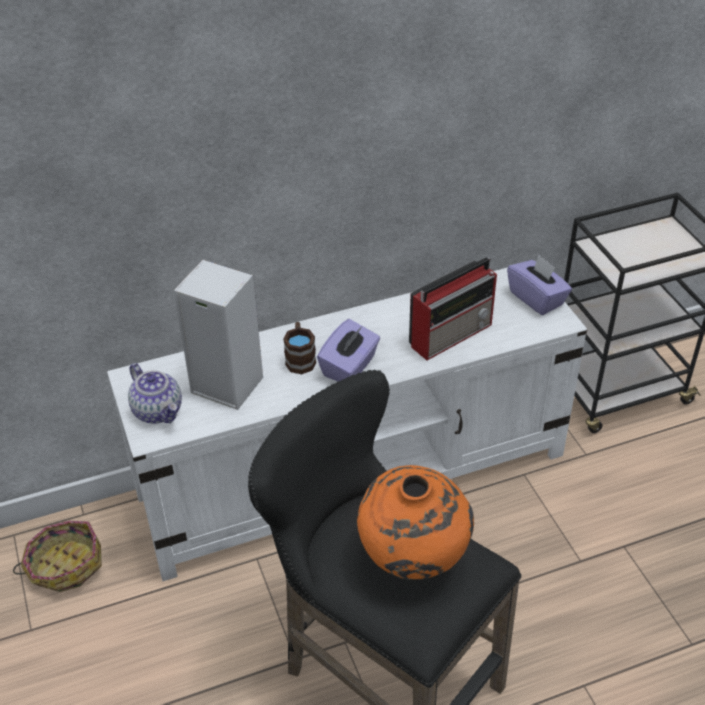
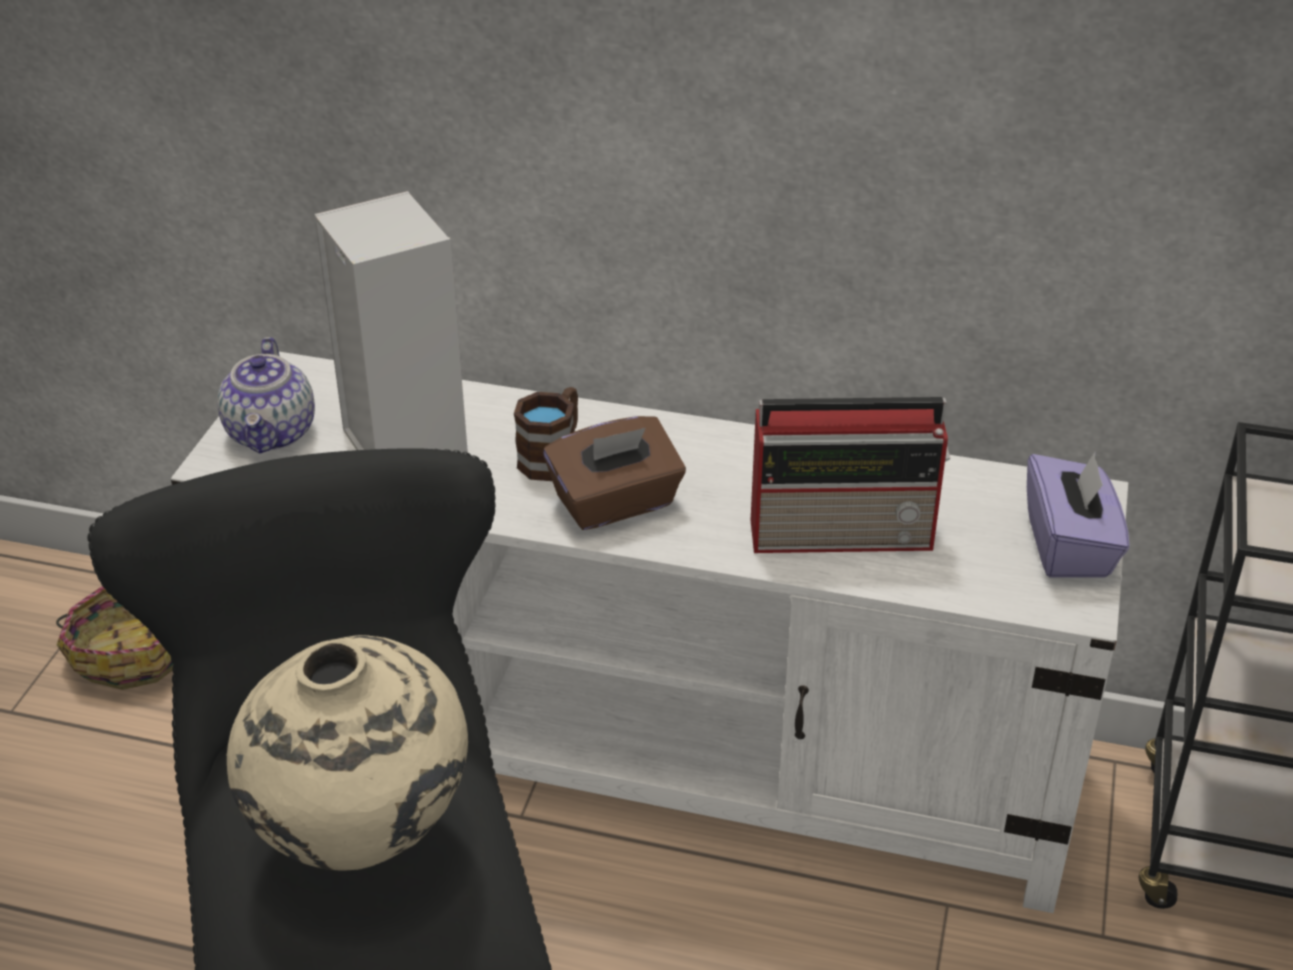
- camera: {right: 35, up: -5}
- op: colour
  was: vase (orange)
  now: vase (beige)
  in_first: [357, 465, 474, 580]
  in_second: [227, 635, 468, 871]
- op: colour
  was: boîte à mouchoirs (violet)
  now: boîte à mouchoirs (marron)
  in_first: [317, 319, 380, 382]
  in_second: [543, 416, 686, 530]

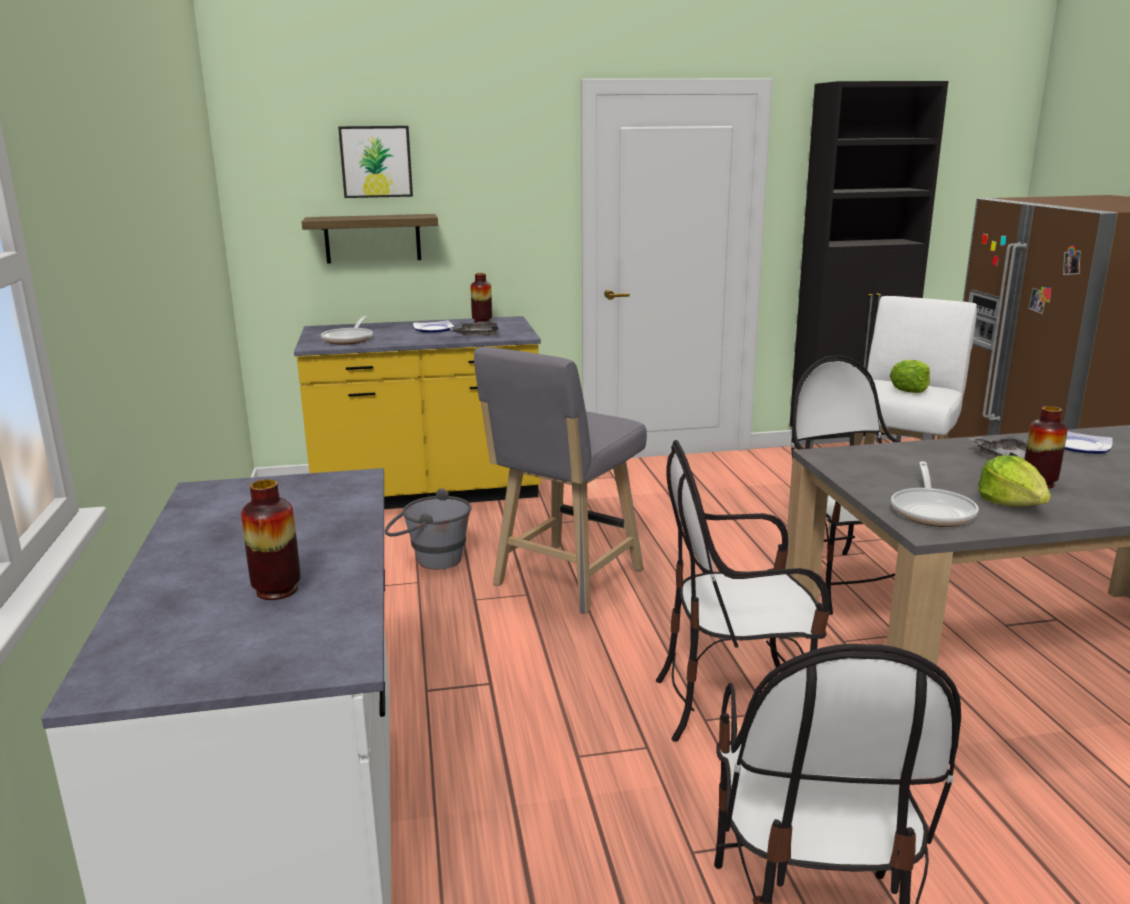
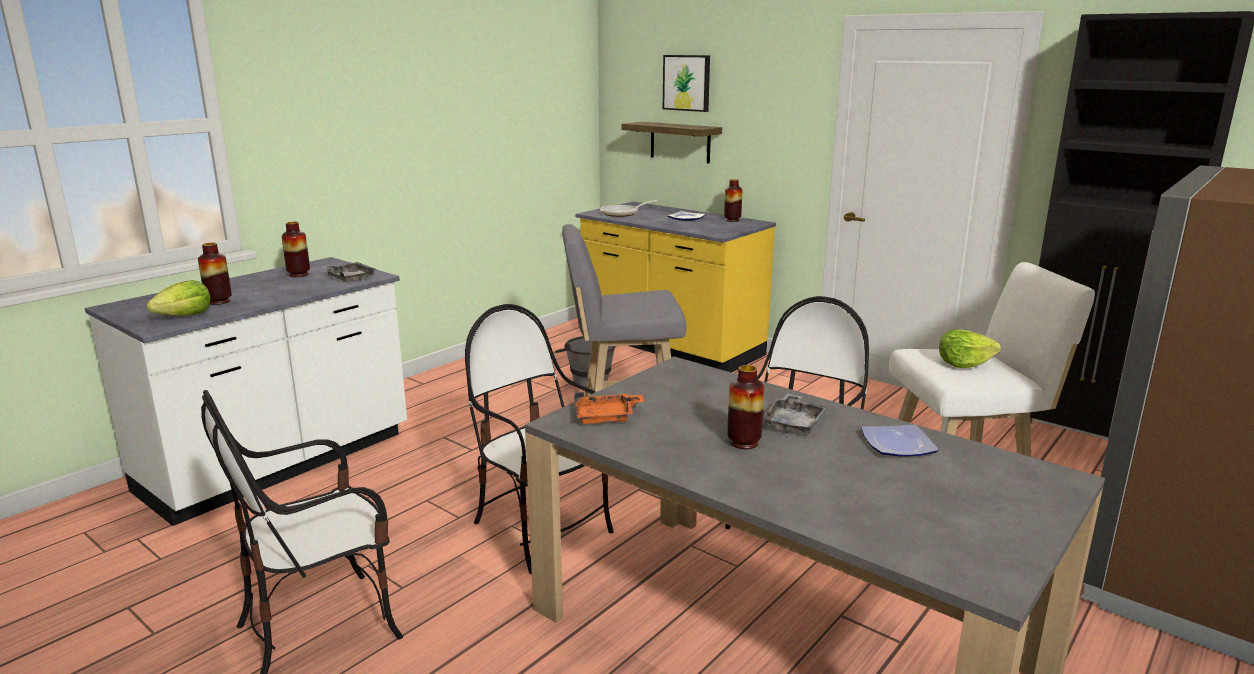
- camera: {right: 50, up: 0}
- op: relocated
  was: laitue
  in_first: [978, 455, 1051, 507]
  in_second: [146, 280, 210, 316]
- op: appeared
  now: vase
  in_second: [282, 222, 310, 277]
- op: relocated
  was: plateau (gris)
  in_first: [450, 322, 499, 336]
  in_second: [323, 262, 377, 282]
- op: exchanged
  was: poêle
  now: plateau (orange)
  in_first: [891, 461, 979, 527]
  in_second: [574, 392, 644, 424]

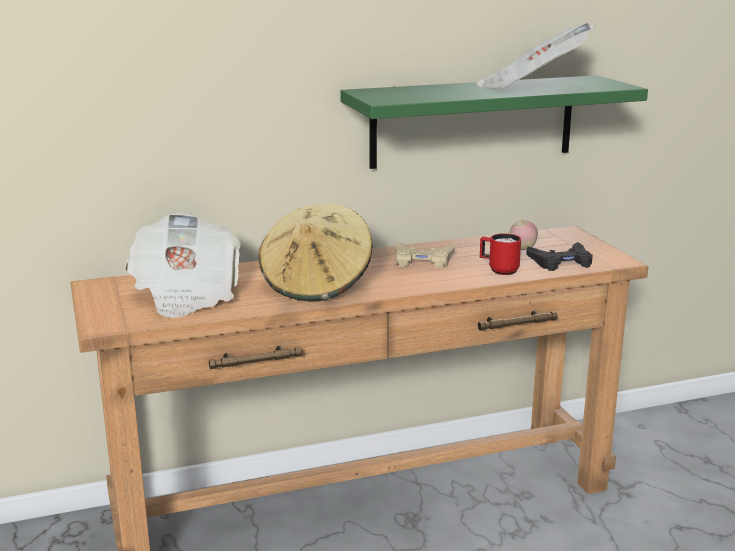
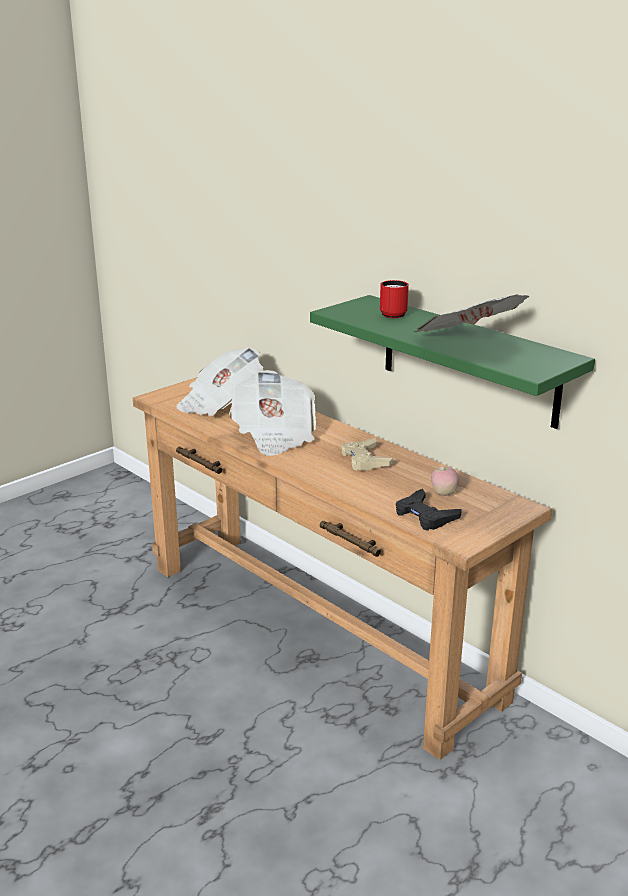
- camera: {right: 65, up: 5}
- op: exchanged
  was: chapeau (beige)
  now: journal
  in_first: [259, 204, 373, 302]
  in_second: [229, 370, 316, 456]
- op: relocated
  was: mug (rouge)
  in_first: [480, 233, 521, 275]
  in_second: [380, 280, 409, 318]

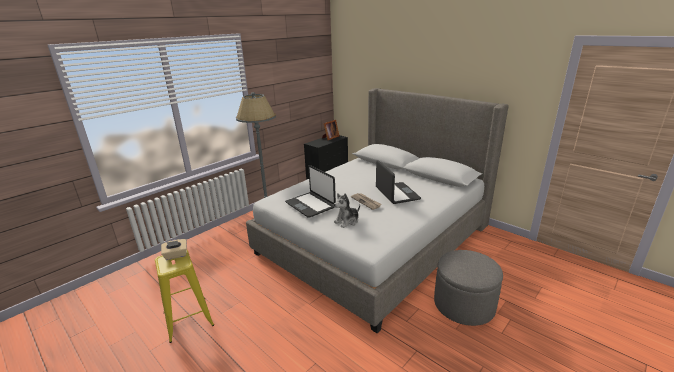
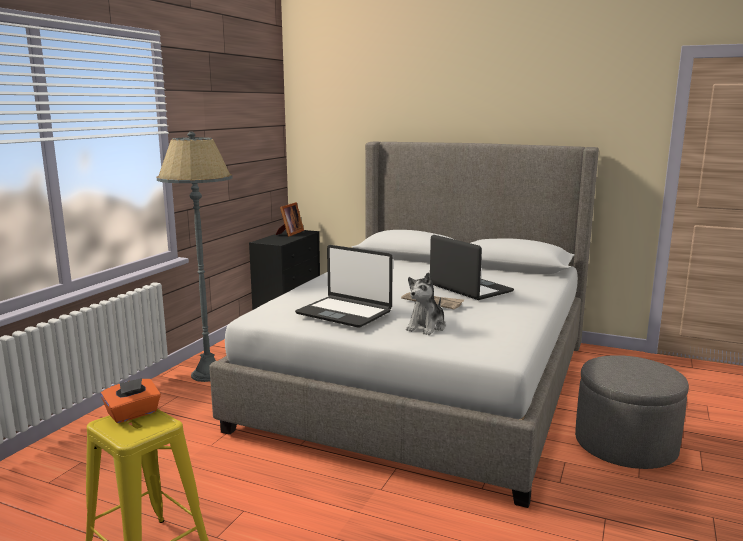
- camera: {right: -20, up: -10}
- op: colour
  was: boîte à mouchoirs (beige)
  now: boîte à mouchoirs (orange)
  in_first: [161, 239, 187, 260]
  in_second: [101, 378, 161, 423]

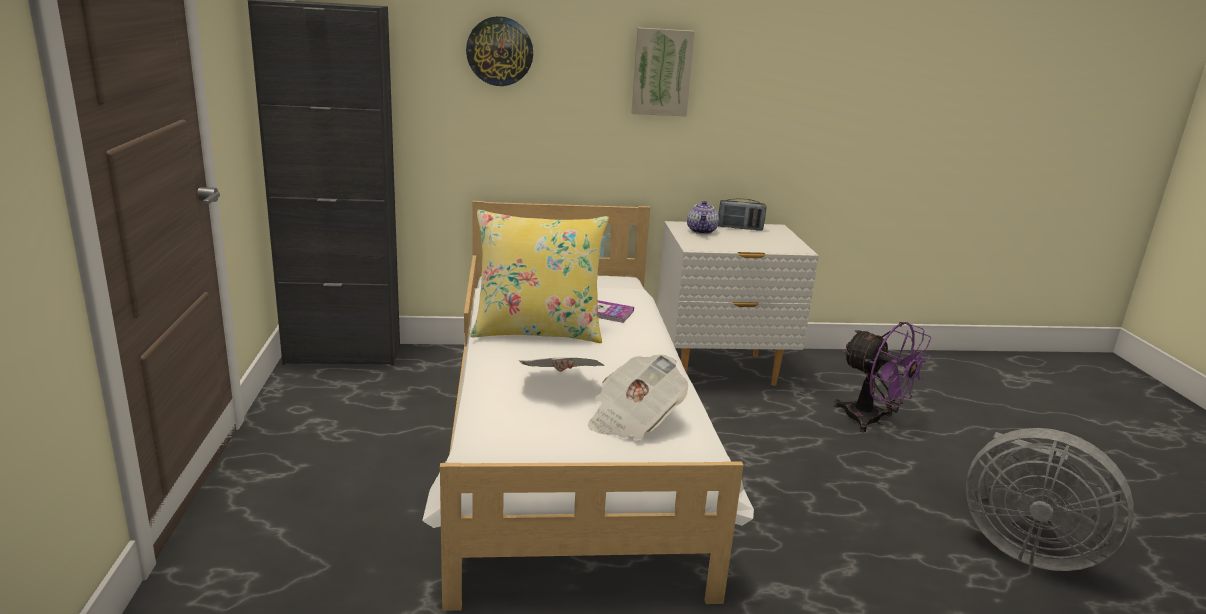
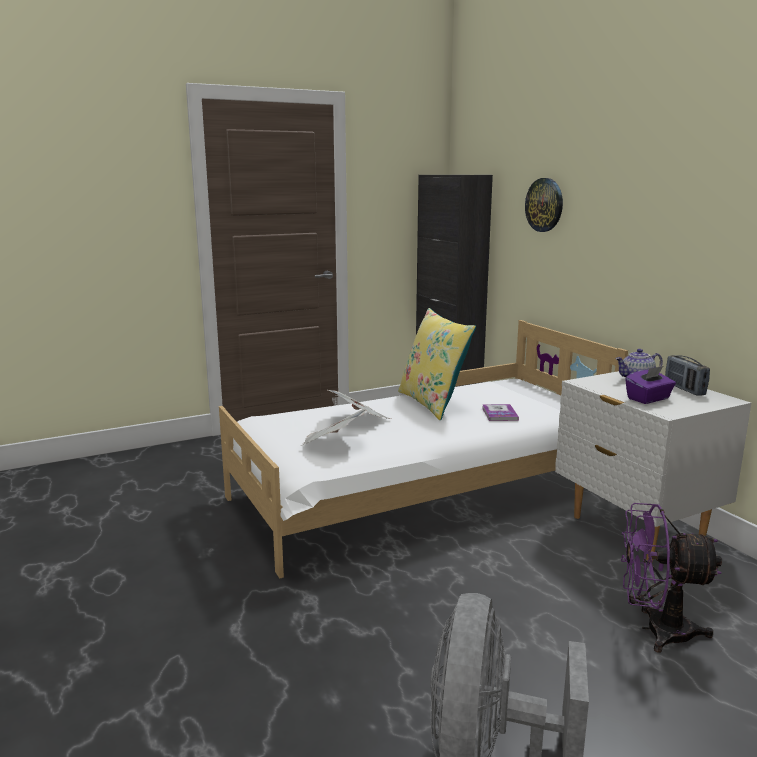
- camera: {right: 70, up: -5}
- op: spun
  was: ventilateur (violet)
  in_first: [834, 322, 931, 433]
  in_second: [621, 503, 722, 653]
  clockwise: 75
- op: appeared
  now: boîte à mouchoirs (violet)
  in_second: [625, 366, 676, 404]
- op: missing
  was: tableau
  in_first: [631, 28, 695, 117]

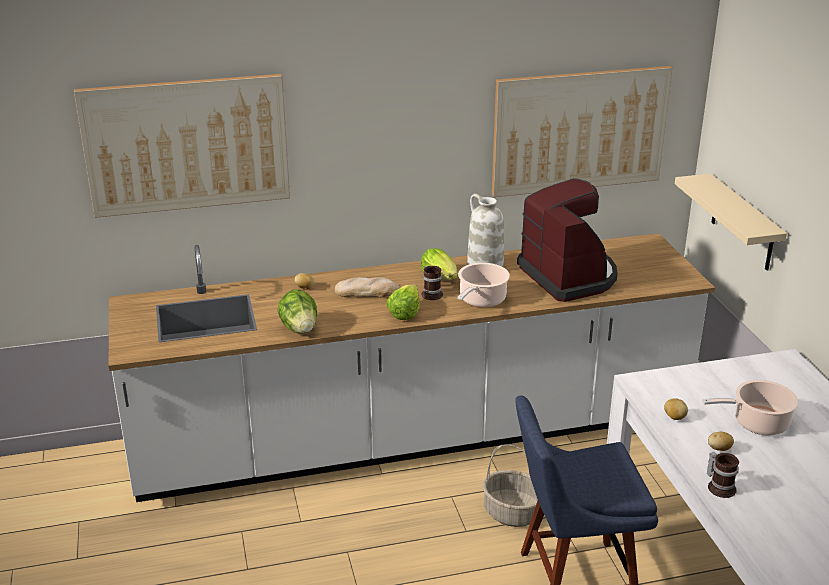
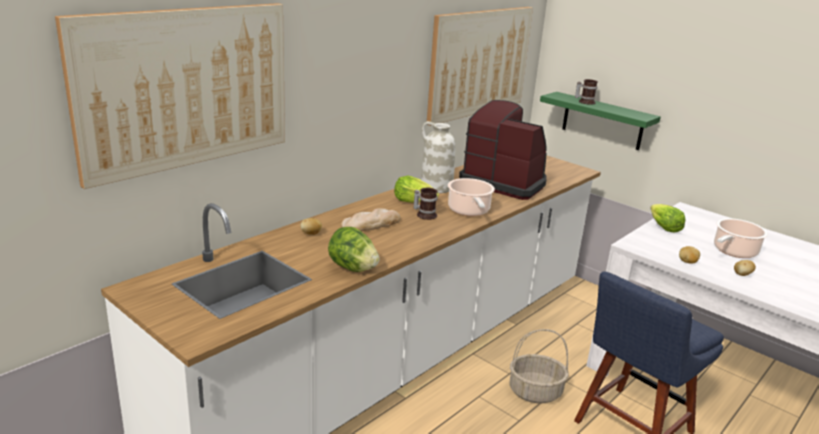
- camera: {right: -35, up: -5}
- op: colour
  was: étagère (beige)
  now: étagère (vert)
  in_first: [675, 174, 787, 270]
  in_second: [540, 92, 661, 150]
- op: relocated
  was: mug
  in_first: [707, 452, 739, 498]
  in_second: [575, 79, 598, 105]
- op: relocated
  was: laitue
  in_first: [386, 284, 419, 320]
  in_second: [650, 204, 686, 232]

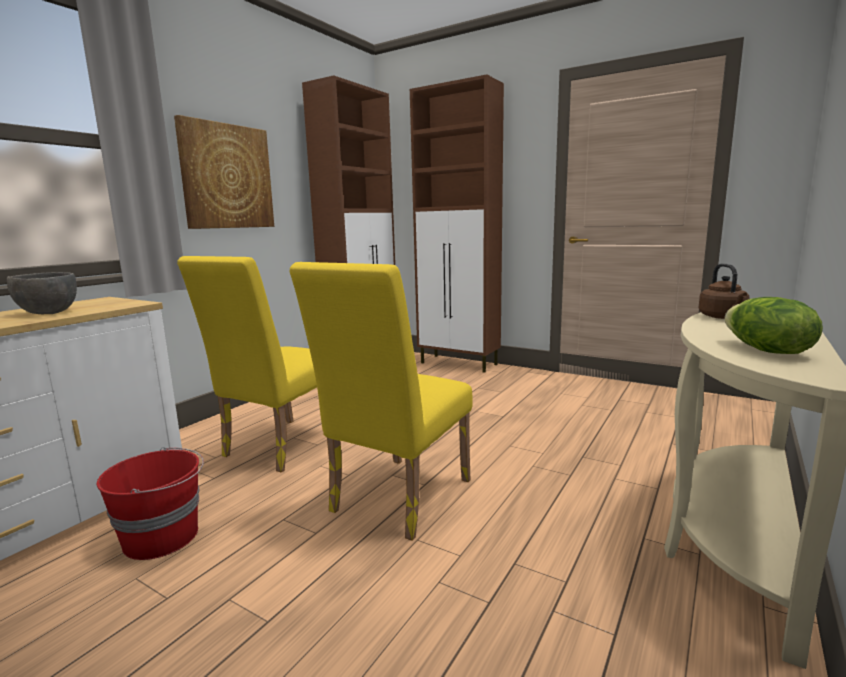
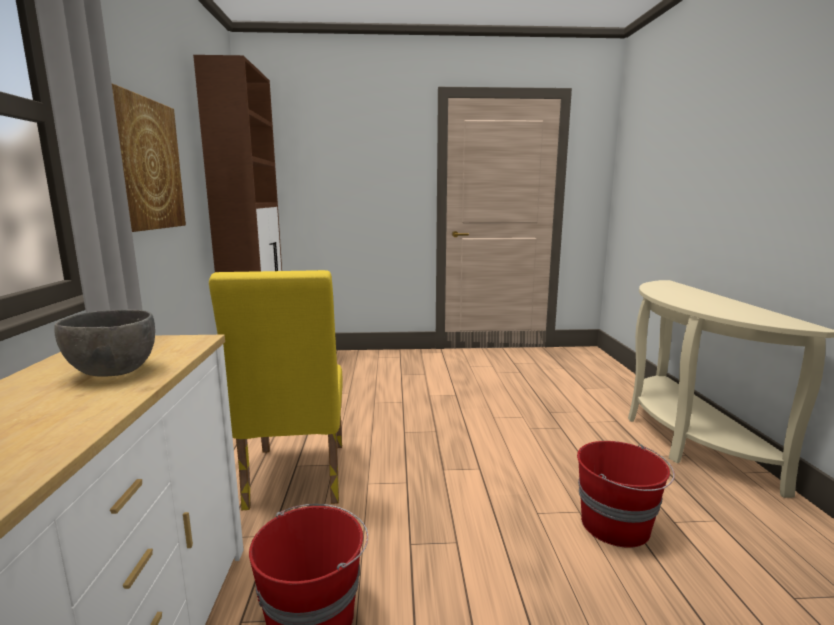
- camera: {right: -35, up: 0}
- op: appeared
  now: seau (rouge)
  in_second: [577, 441, 675, 548]
- op: missing
  was: chaise (jaune)
  in_first: [289, 262, 473, 541]
- op: missing
  was: meuble de rangement (marron)
  in_first: [410, 74, 504, 373]
- op: missing
  was: bouilloire (marron)
  in_first: [698, 263, 750, 319]
- op: missing
  was: laitue
  in_first: [725, 297, 823, 354]

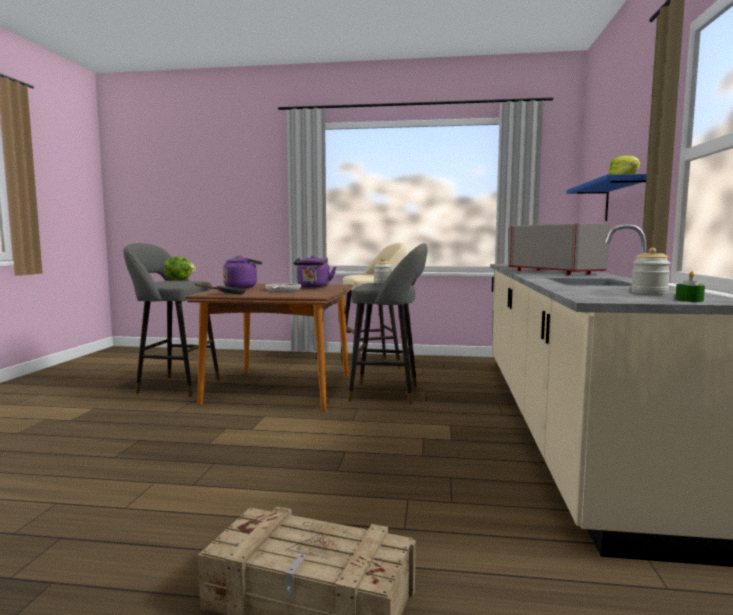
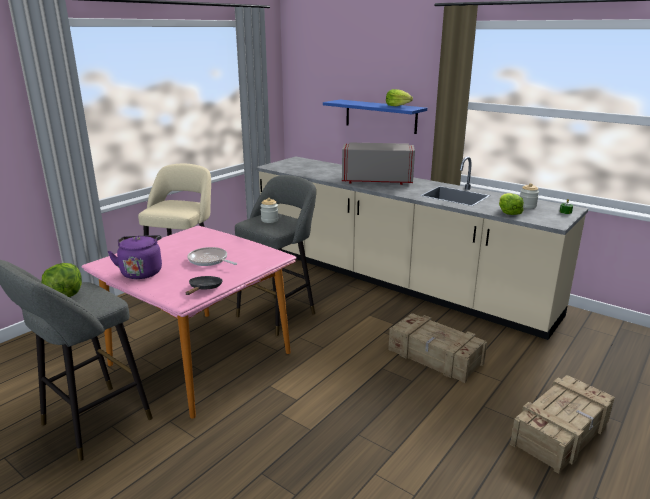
- camera: {right: -60, up: 15}
- op: colour
  was: table à manger (marron)
  now: table à manger (rose)
  in_first: [185, 284, 353, 411]
  in_second: [81, 226, 297, 419]
- op: appeared
  now: caisse
  in_second: [388, 313, 487, 383]
- op: appeared
  now: laitue
  in_second: [499, 193, 524, 215]
- op: missing
  was: bouilloire (violet)
  in_first: [293, 255, 336, 288]

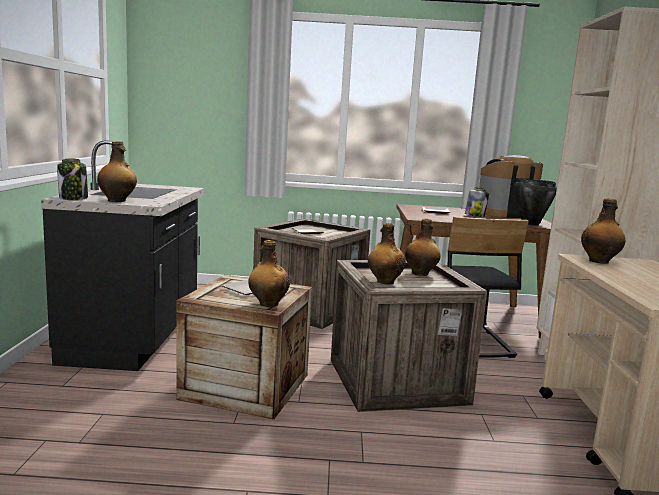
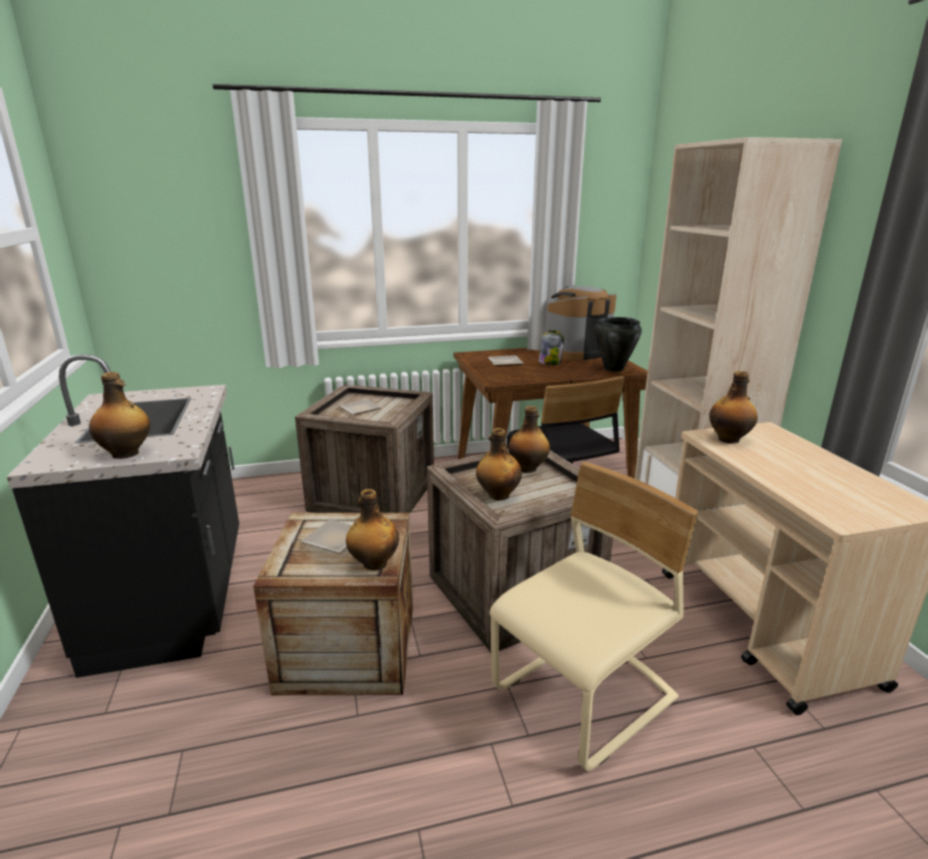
- camera: {right: -15, up: 10}
- op: appeared
  now: chaise (beige)
  in_second: [490, 462, 698, 771]
- op: missing
  was: bocal
  in_first: [57, 158, 88, 200]

